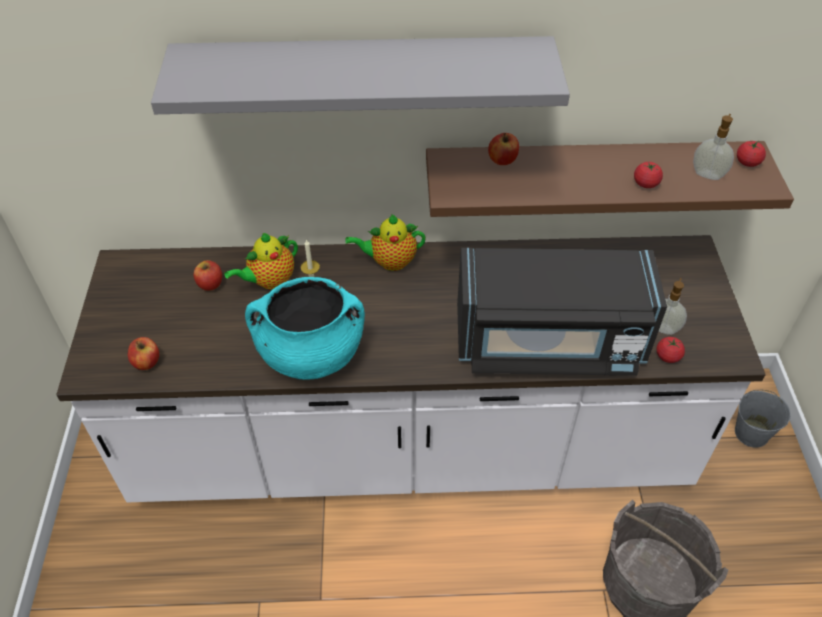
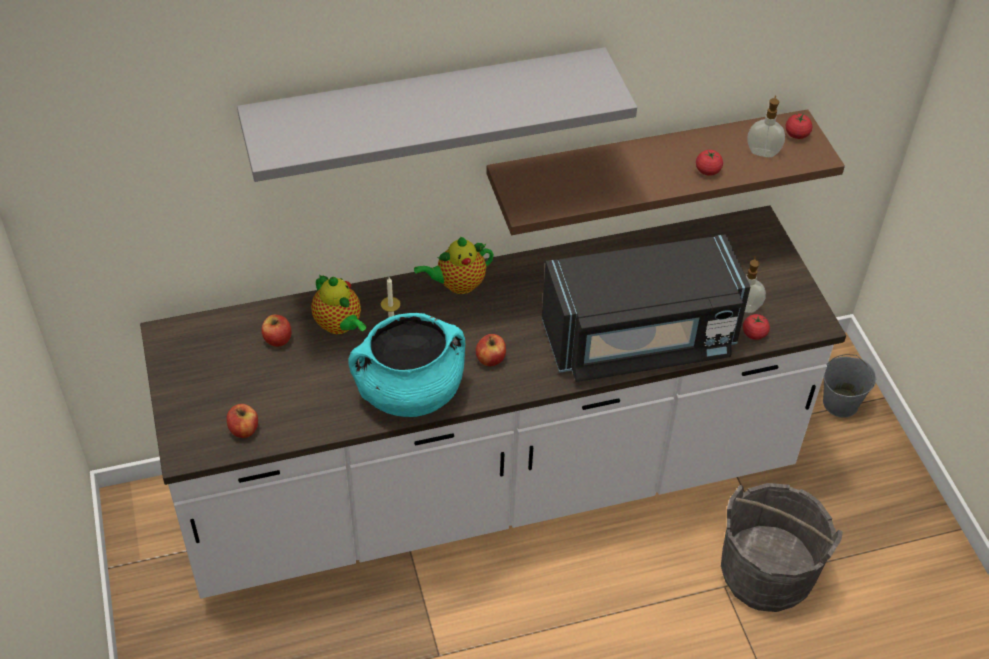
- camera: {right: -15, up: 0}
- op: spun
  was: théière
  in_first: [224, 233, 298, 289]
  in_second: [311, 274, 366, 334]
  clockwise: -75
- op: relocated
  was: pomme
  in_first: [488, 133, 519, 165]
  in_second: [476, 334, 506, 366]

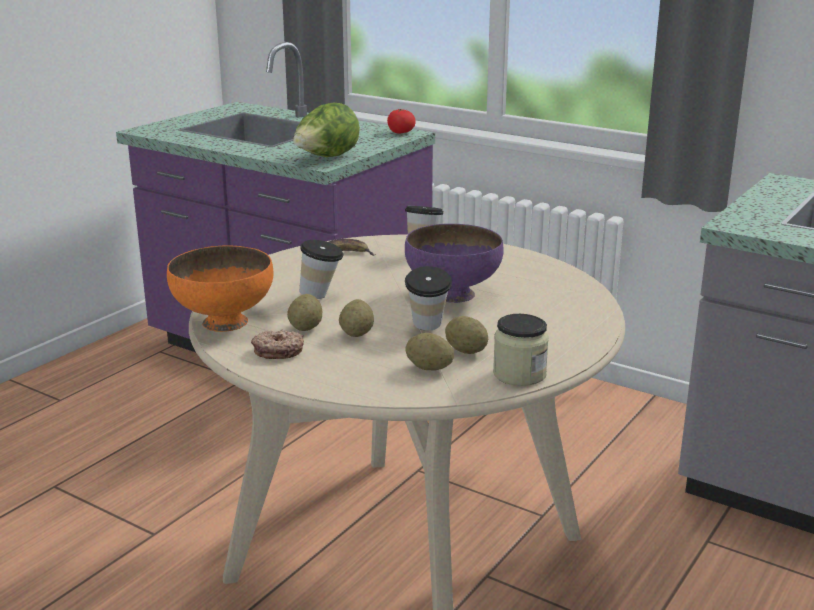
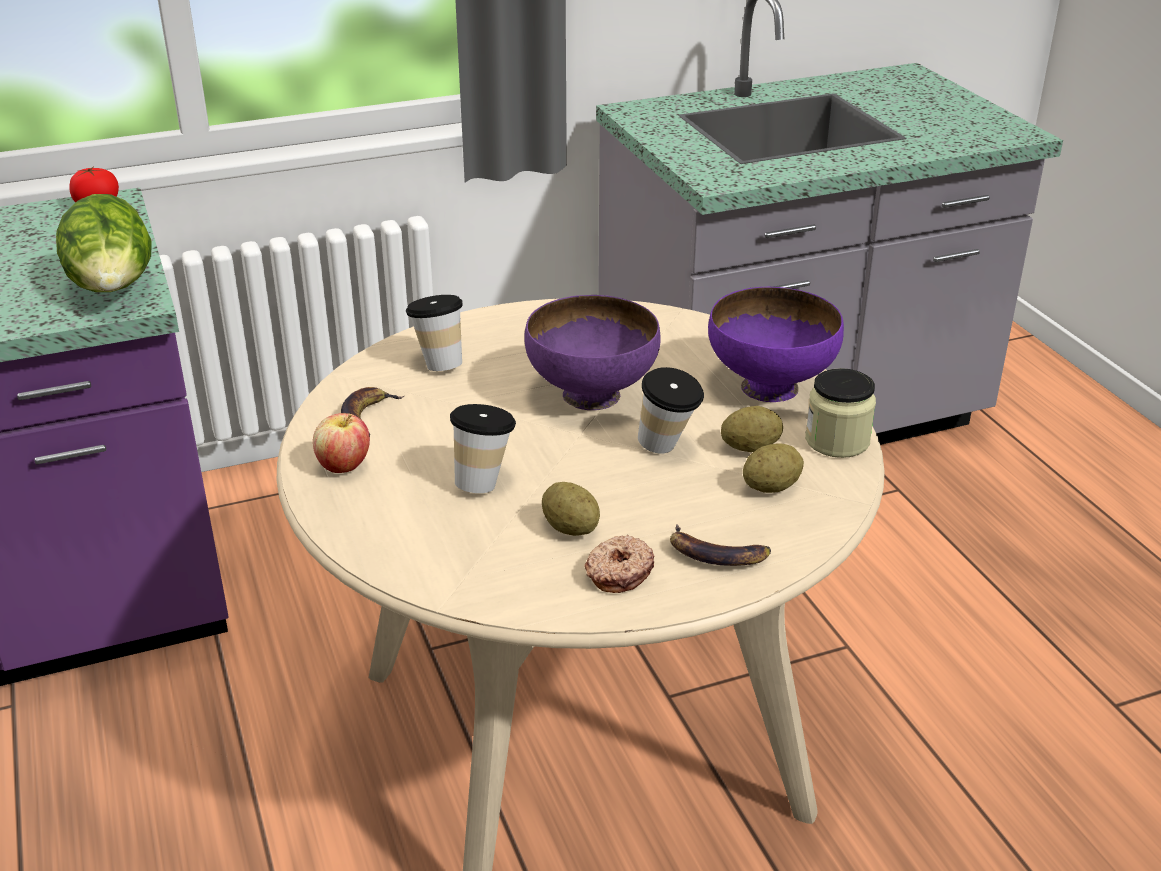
- camera: {right: -55, up: 10}
- op: appeared
  now: pomme
  in_second: [313, 413, 370, 473]
- op: appeared
  now: banane
  in_second: [670, 524, 771, 566]
- op: appeared
  now: bol (violet)
  in_second: [708, 287, 844, 402]
- op: missing
  was: bol (orange)
  in_first: [167, 246, 273, 332]
- op: missing
  was: pomme de terre
  in_first: [339, 299, 374, 337]

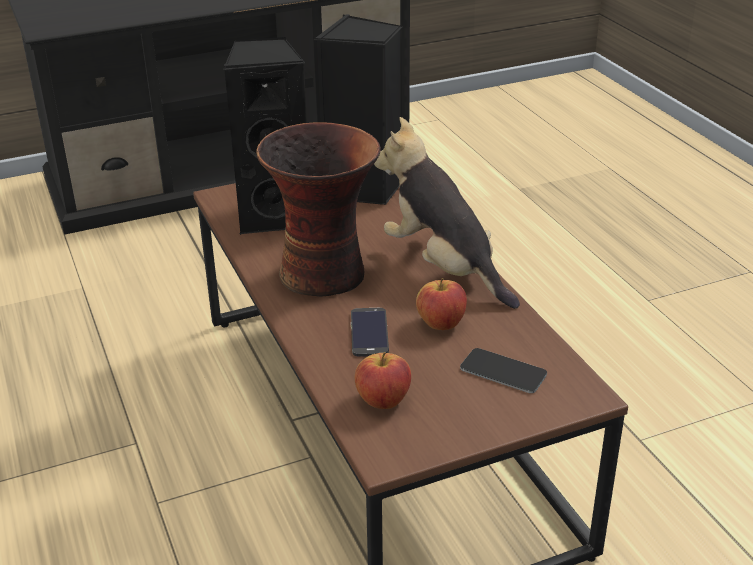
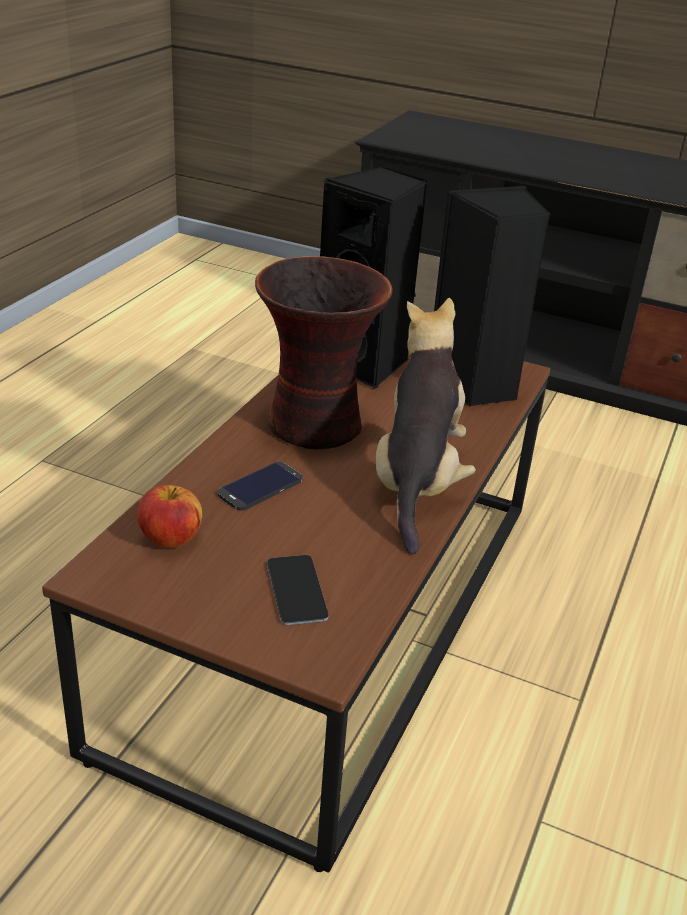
- camera: {right: 45, up: 0}
- op: missing
  was: pomme
  in_first: [416, 278, 467, 330]

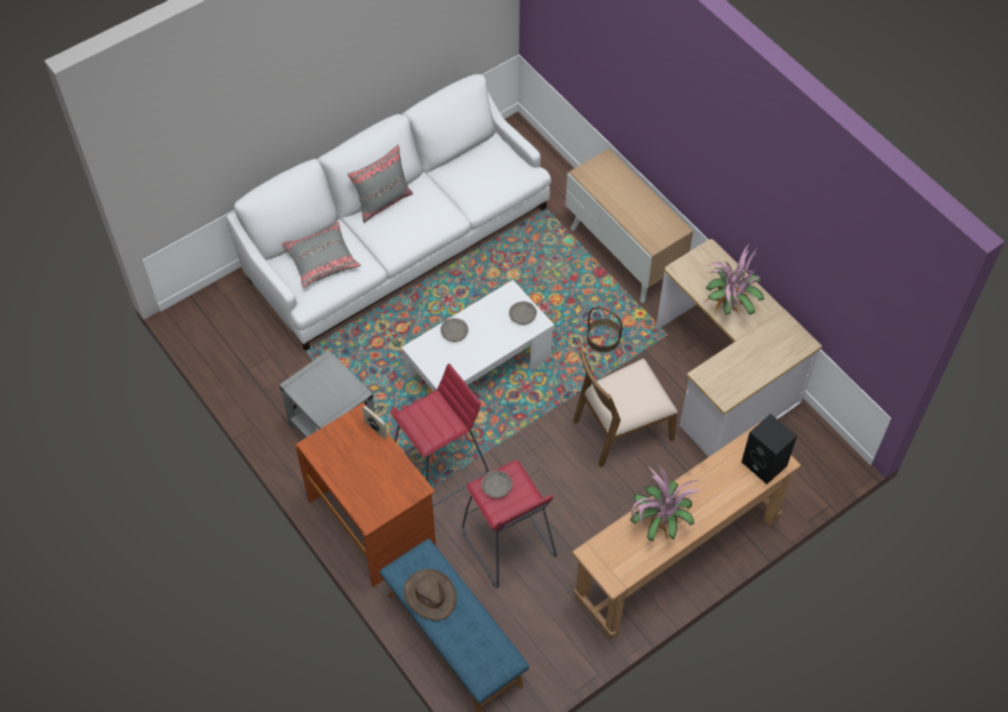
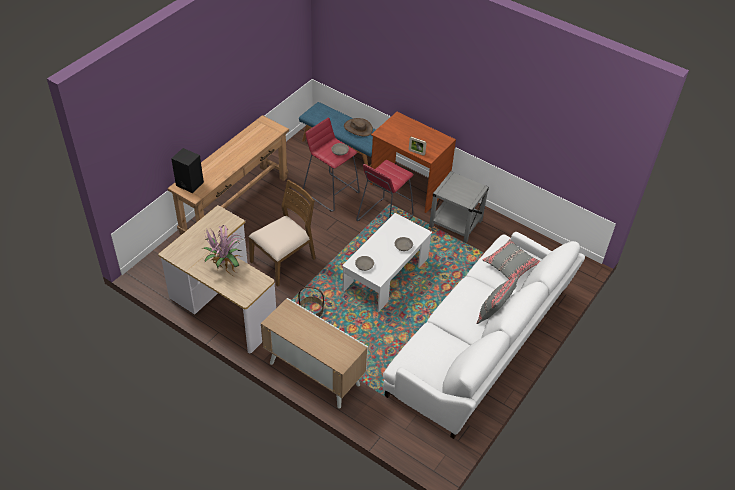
- camera: {right: 160, up: -10}
- op: missing
  was: plante en pot
  in_first: [630, 464, 704, 541]

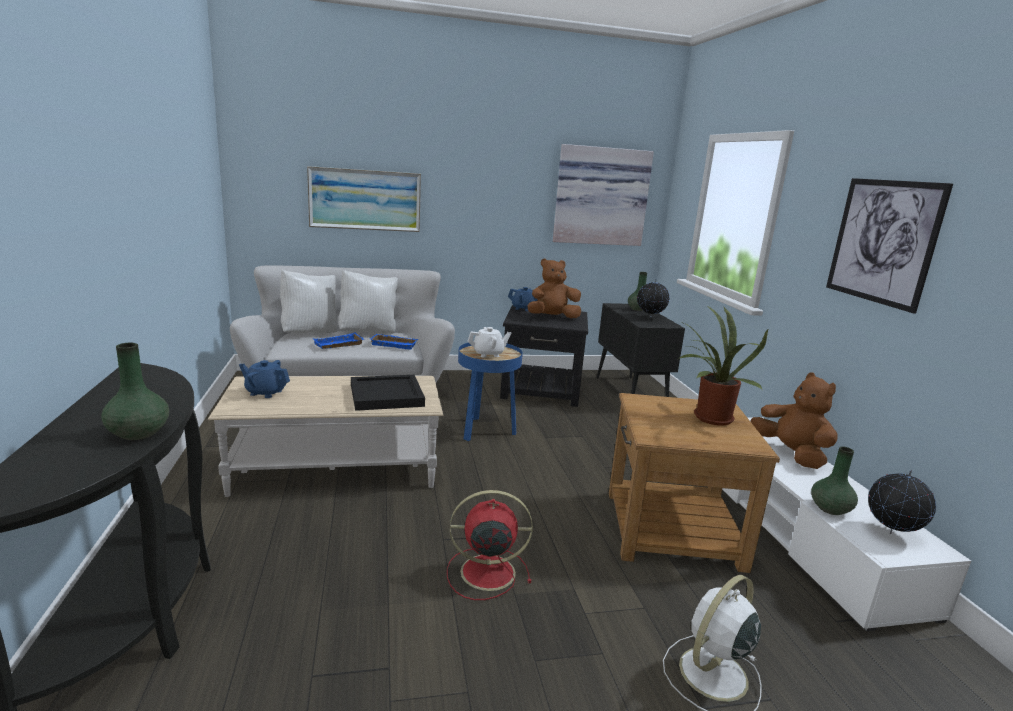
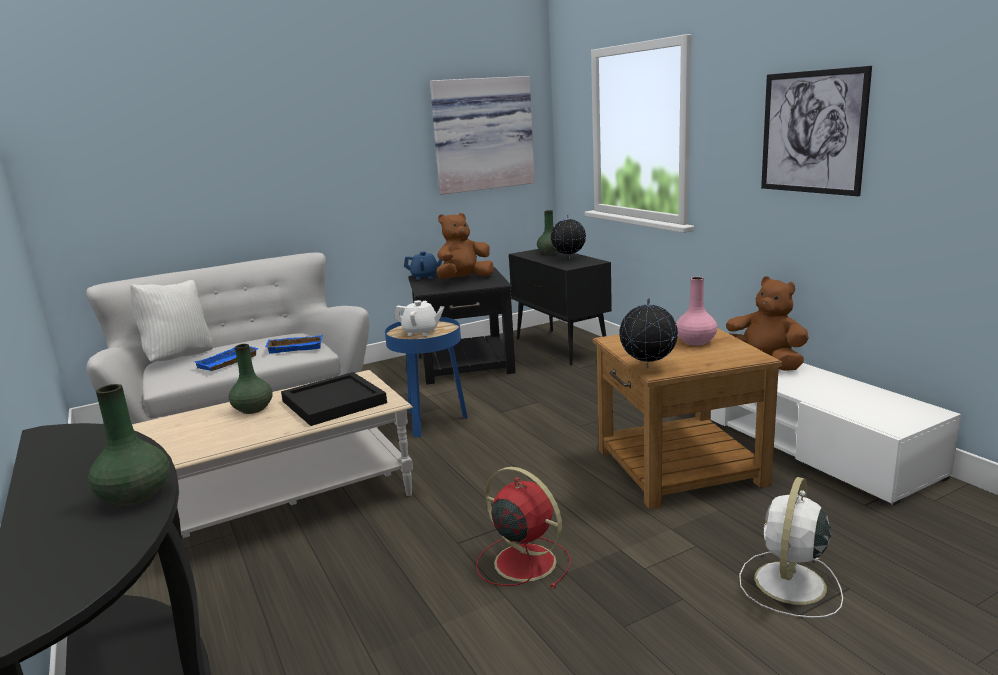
- camera: {right: -15, up: 0}
- op: relocated
  was: vase (vert)
  in_first: [811, 447, 858, 515]
  in_second: [229, 344, 272, 414]
- op: spun
  was: théière (blanc)
  in_first: [468, 327, 511, 357]
  in_second: [395, 300, 445, 336]
  clockwise: 45
- op: spun
  was: ventilateur (rouge)
  in_first: [447, 490, 533, 600]
  in_second: [476, 467, 571, 588]
  clockwise: 60
- op: relocated
  was: globe
  in_first: [868, 470, 936, 534]
  in_second: [619, 298, 678, 368]
- op: exchanged
  was: plante en pot
  now: vase (rose)
  in_first: [678, 306, 768, 426]
  in_second: [676, 277, 717, 346]
- op: missing
  was: théière (bleu)
  in_first: [239, 360, 290, 398]
- op: missing
  was: tableau
  in_first: [307, 166, 421, 232]
- op: missing
  was: coussin (blanc)
  in_first: [338, 270, 398, 334]

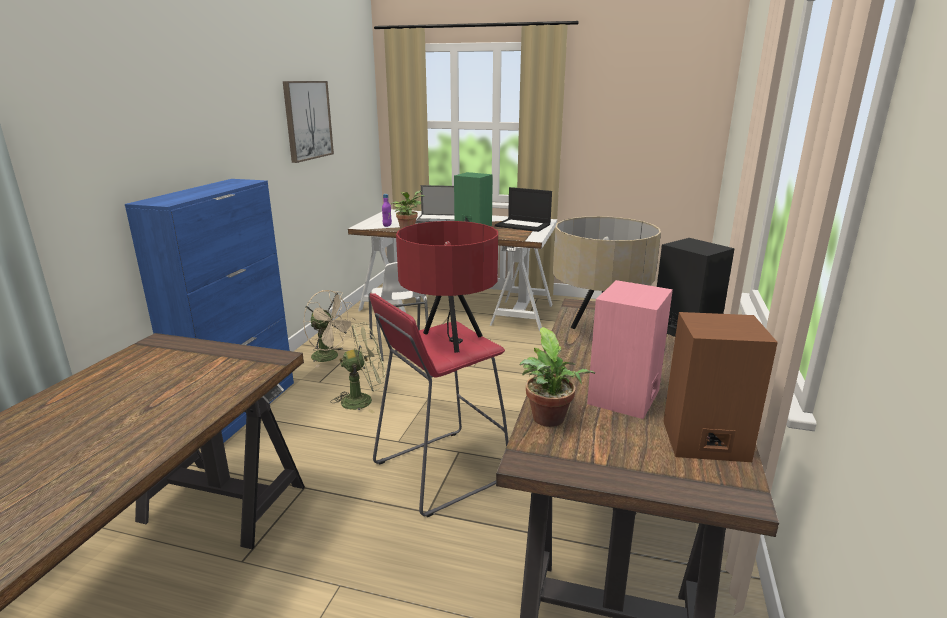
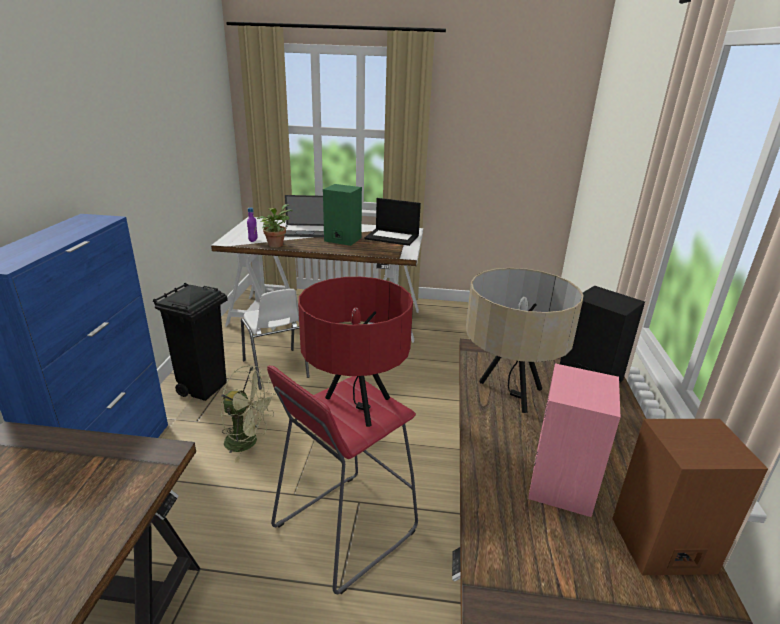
- camera: {right: -10, up: 5}
- op: exchanged
  was: ventilateur (beige)
  now: poubelle (noir)
  in_first: [303, 290, 355, 368]
  in_second: [153, 283, 228, 401]
- op: spun
  was: ventilateur (vert)
  in_first: [331, 322, 386, 414]
  in_second: [221, 365, 276, 463]
  clockwise: 45
- op: missing
  was: tableau
  in_first: [283, 81, 334, 163]
- op: missing
  was: plante en pot
  in_first: [520, 327, 596, 427]

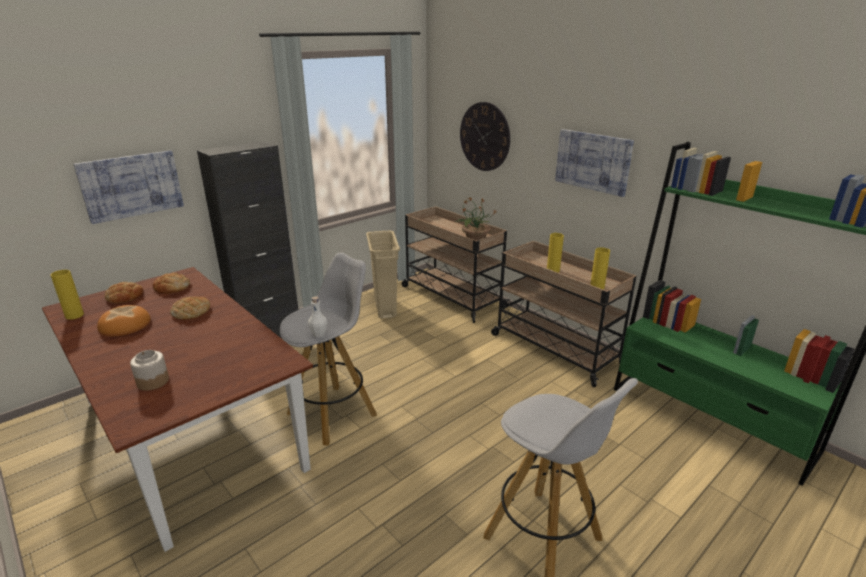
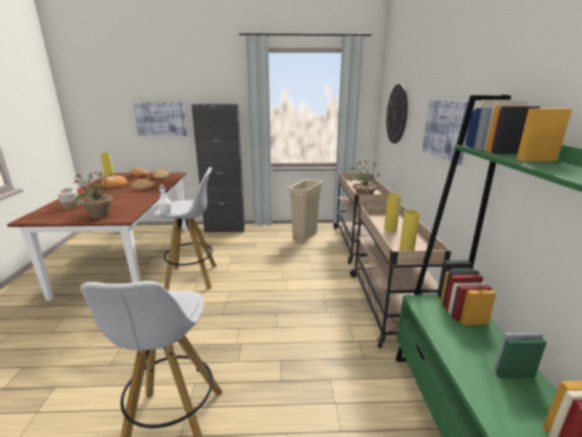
- camera: {right: 40, up: -5}
- op: appeared
  now: plante en pot
  in_second: [74, 171, 118, 219]

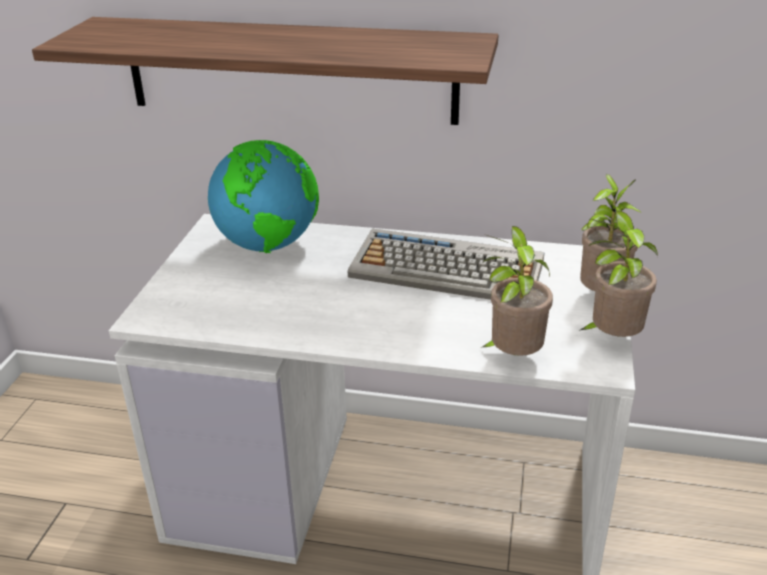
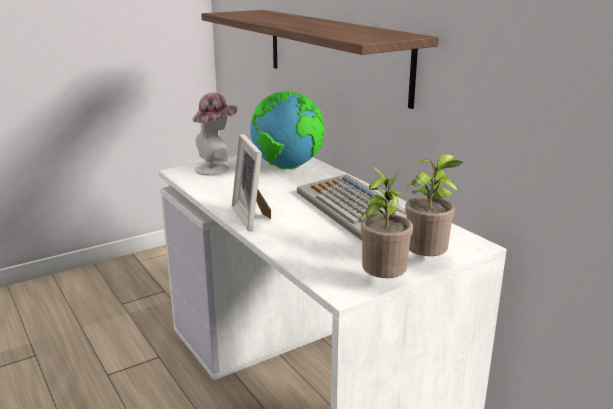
- camera: {right: 45, up: -10}
- op: appeared
  now: chapeau
  in_second: [192, 93, 237, 175]
- op: appeared
  now: cadre photo
  in_second: [232, 134, 271, 231]
- op: missing
  was: plante en pot
  in_first: [481, 226, 553, 356]

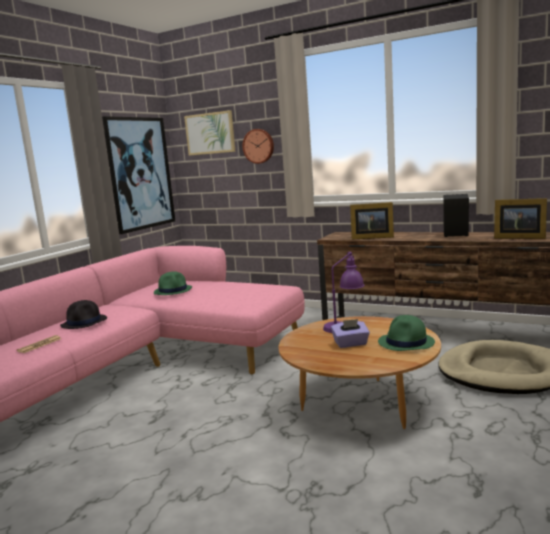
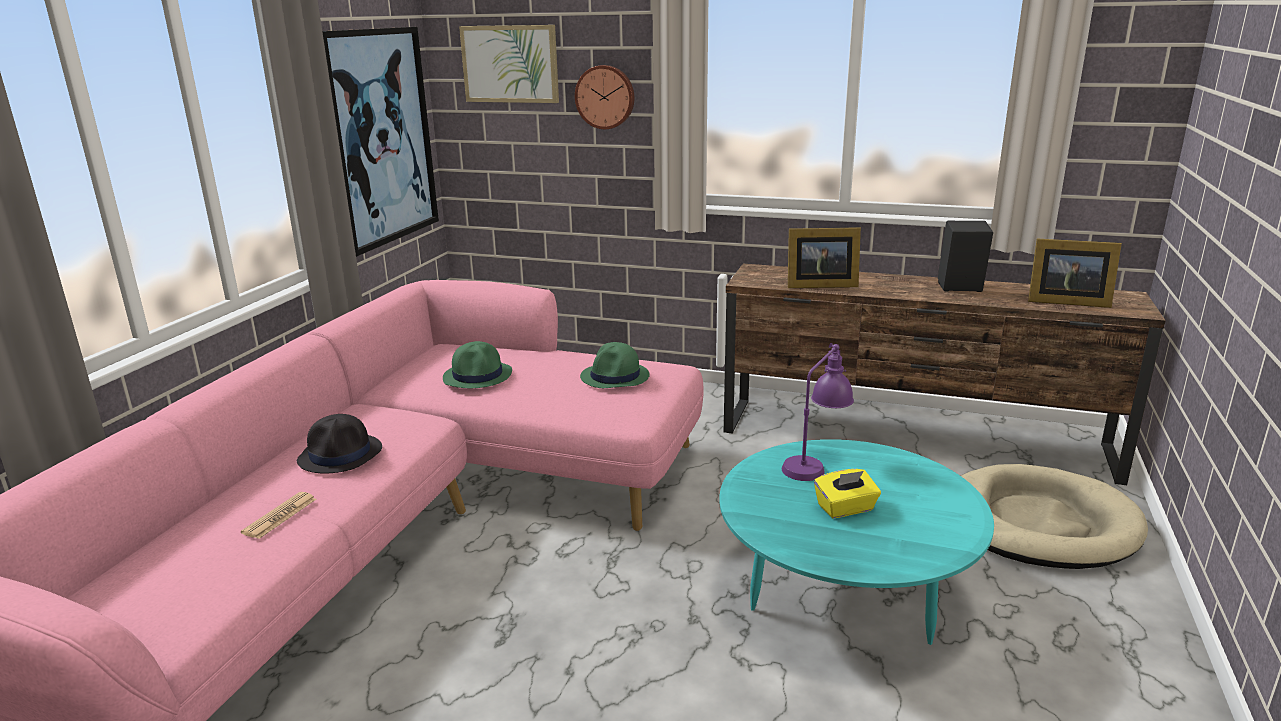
- camera: {right: -10, up: 10}
- op: relocated
  was: chapeau (vert)
  in_first: [378, 315, 435, 351]
  in_second: [580, 342, 650, 388]
- op: colour
  was: table basse (marron)
  now: table basse (turquoise)
  in_first: [278, 316, 441, 429]
  in_second: [719, 439, 994, 645]
- op: colour
  was: boîte à mouchoirs (violet)
  now: boîte à mouchoirs (jaune)
  in_first: [331, 319, 370, 348]
  in_second: [814, 469, 881, 518]

